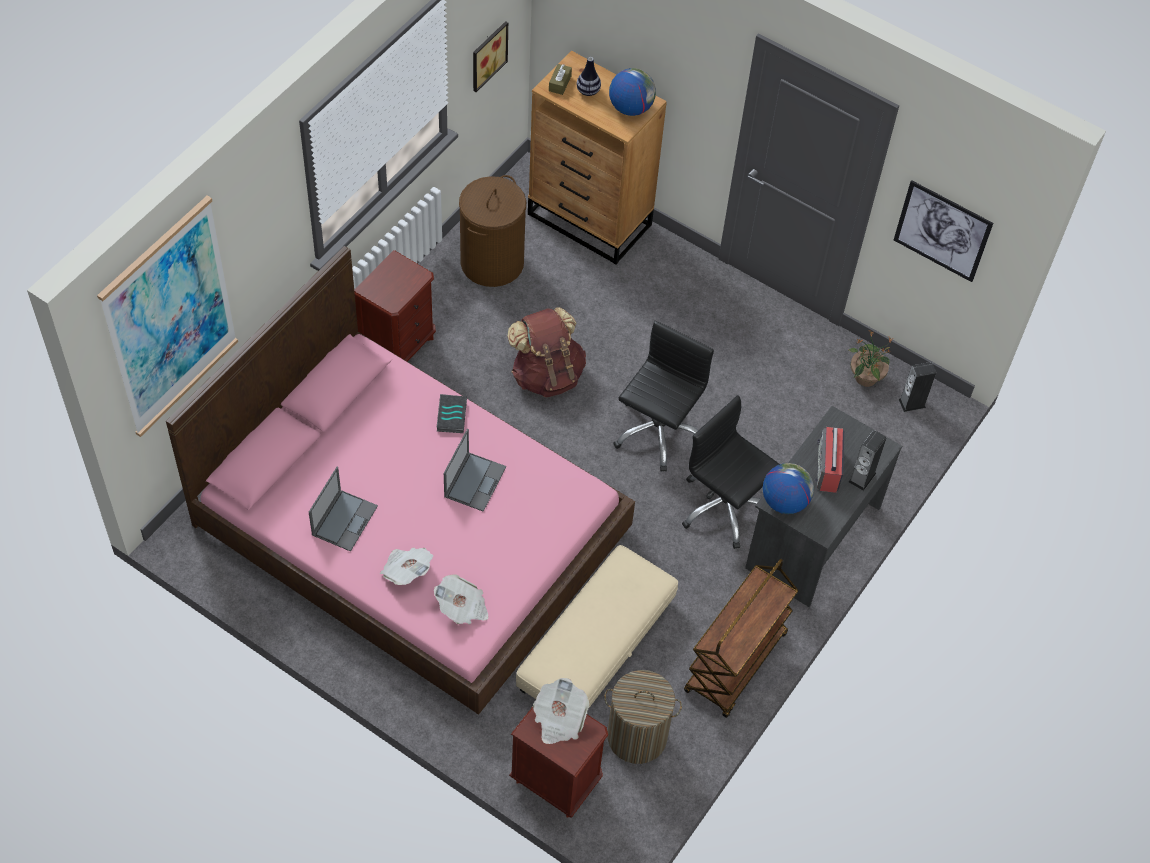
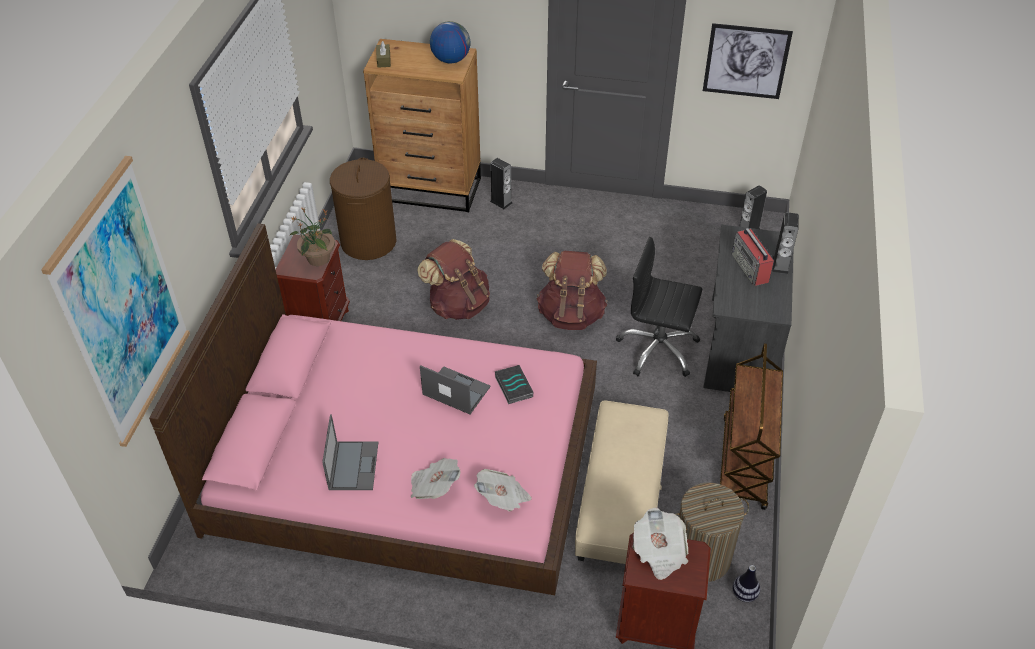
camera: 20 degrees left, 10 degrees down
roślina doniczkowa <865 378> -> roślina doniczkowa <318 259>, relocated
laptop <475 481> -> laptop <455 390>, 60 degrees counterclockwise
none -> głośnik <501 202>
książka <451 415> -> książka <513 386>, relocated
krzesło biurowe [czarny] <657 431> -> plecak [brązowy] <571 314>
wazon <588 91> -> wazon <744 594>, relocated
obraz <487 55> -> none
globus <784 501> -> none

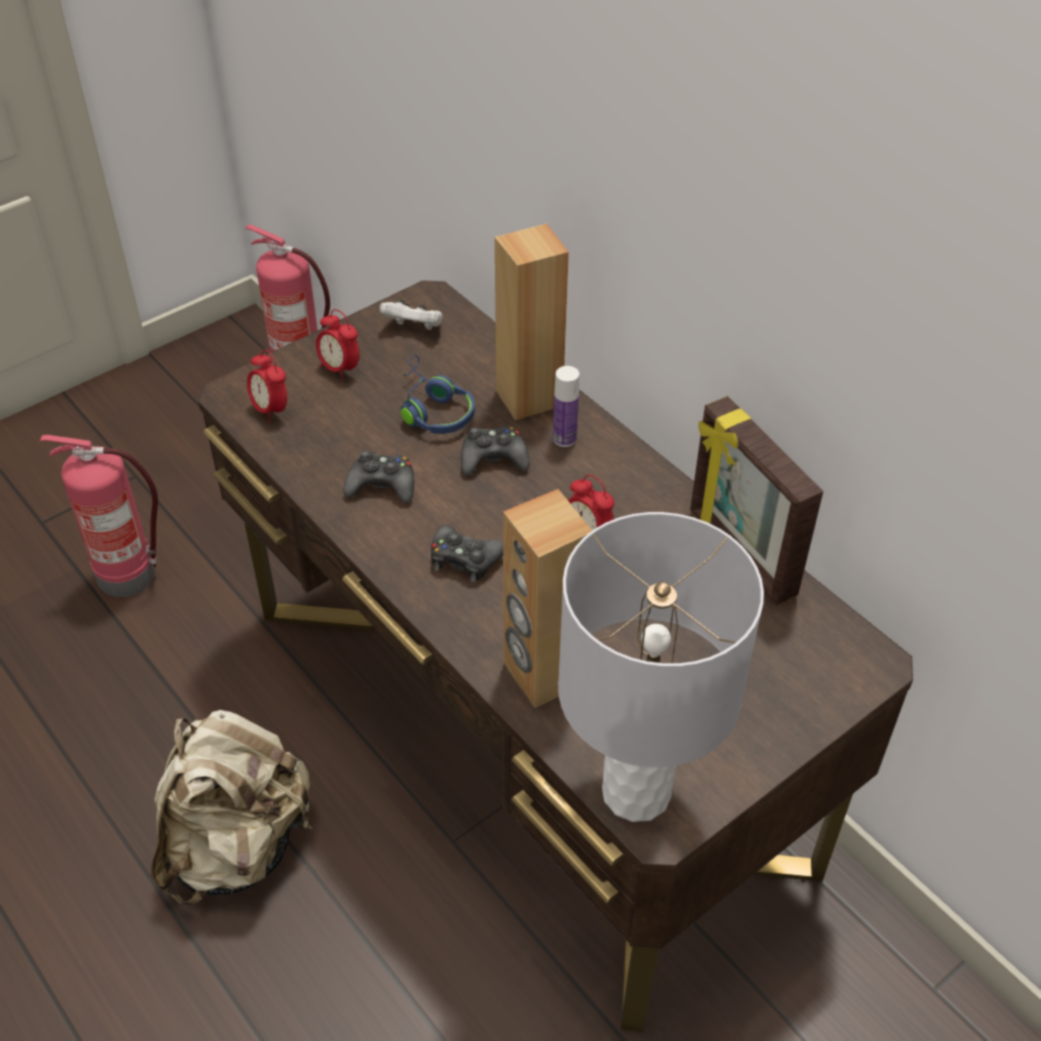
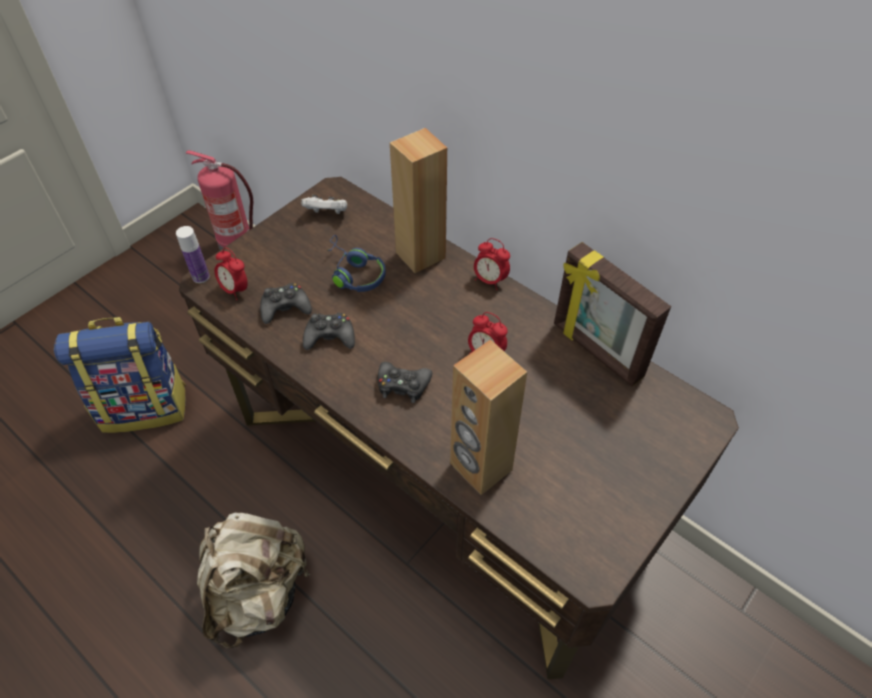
camera: 10 degrees left, 5 degrees up
gaśnica <129 574> -> plecak <145 406>
butelka <564 438> -> butelka <201 277>, relocated
pad do gier [czarny] <493 458> -> pad do gier [czarny] <285 308>, relocated
budzik <339 369> -> budzik <490 280>, relocated
lampa stołowa [szary] <637 793> -> none

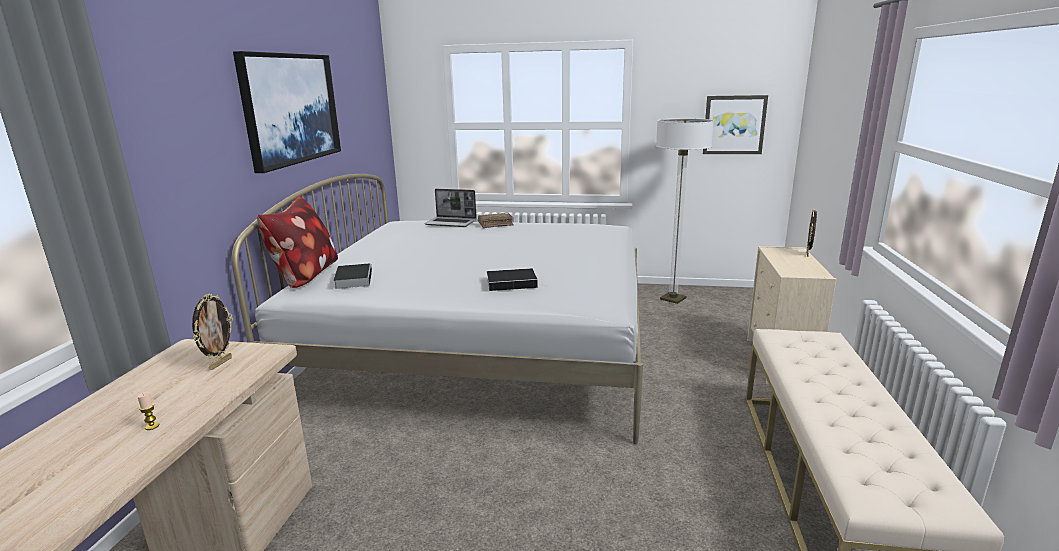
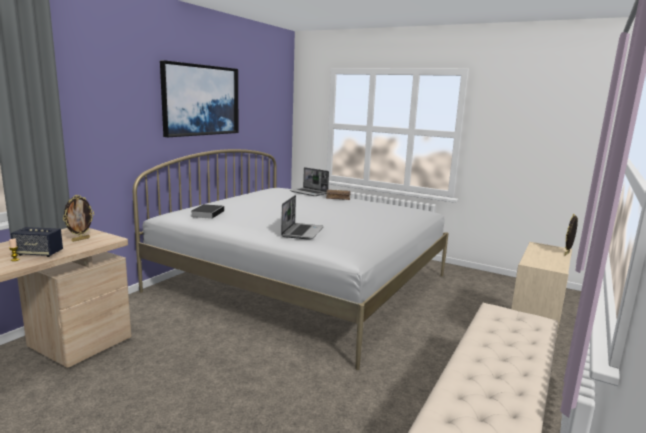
camera: 20 degrees right, 5 degrees down
none -> głośnik <39 253>
książka <513 283> -> laptop <302 232>
poduszka <304 276> -> none
lampa stojąca <673 299> -> none
obraz <734 125> -> none

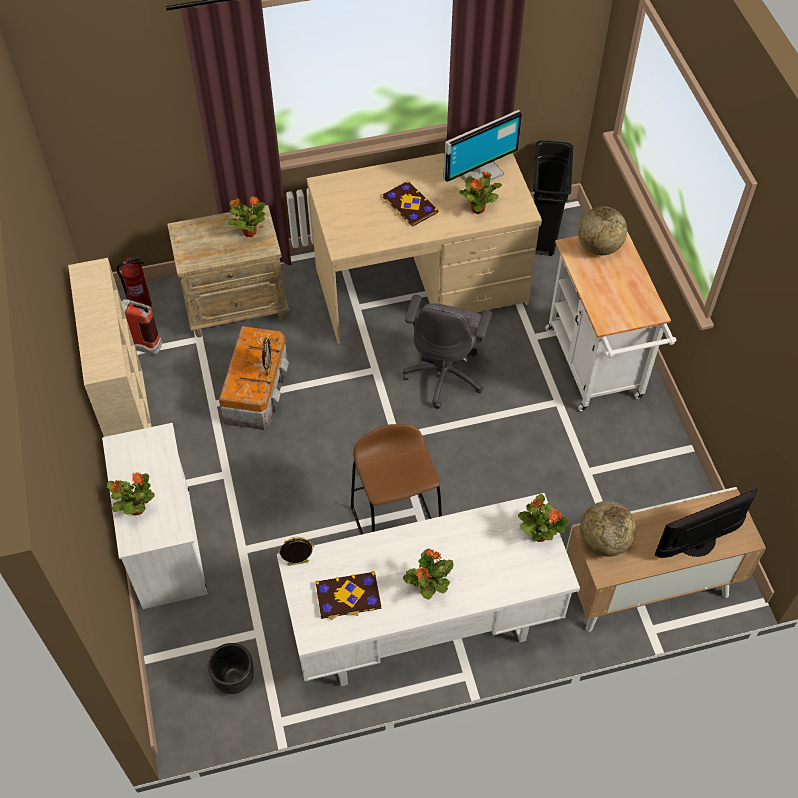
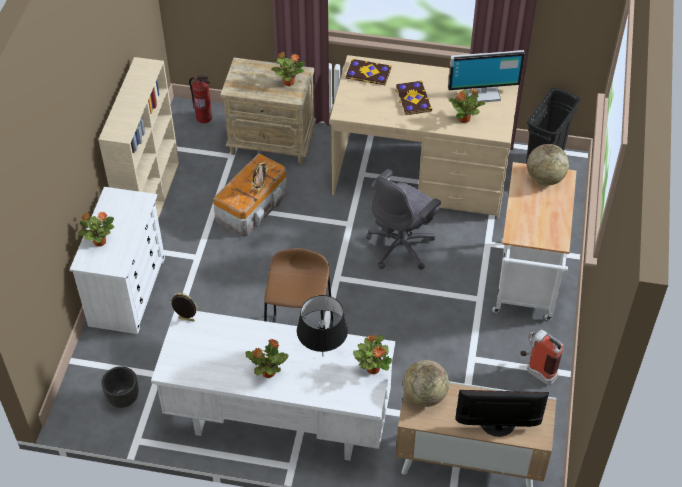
camera: 25 degrees right, 5 degrees down
none -> lampa stołowa [czarny] <323 356>
książka <348 597> -> książka <368 73>, relocated
gaśnica <140 345> -> gaśnica <536 371>, relocated

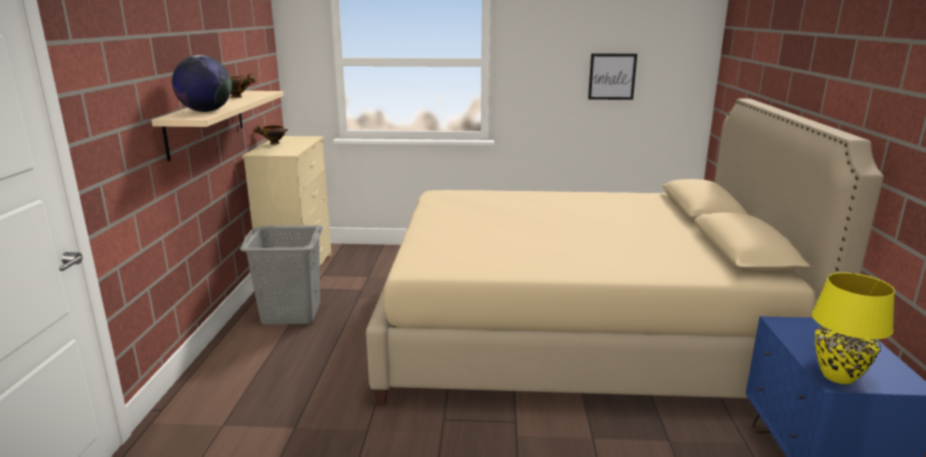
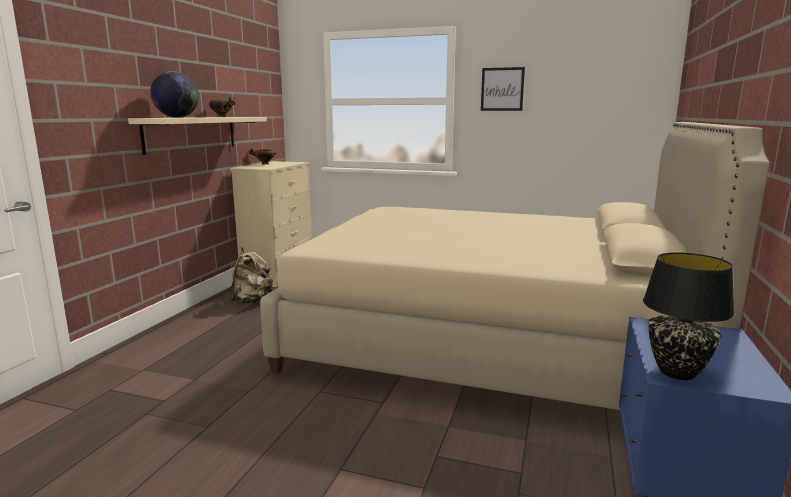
camera: 15 degrees right, 5 degrees down
kosz na pranie [szary] <291 313> -> plecak [beżowy] <251 301>
obraz <612 76> -> obraz <502 89>, relocated
lampa stołowa [żółty] <839 377> -> lampa stołowa [czarny] <678 373>

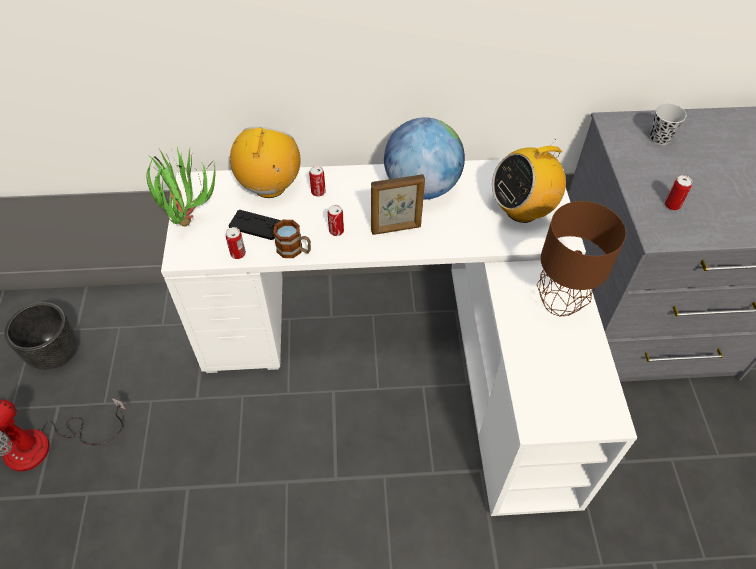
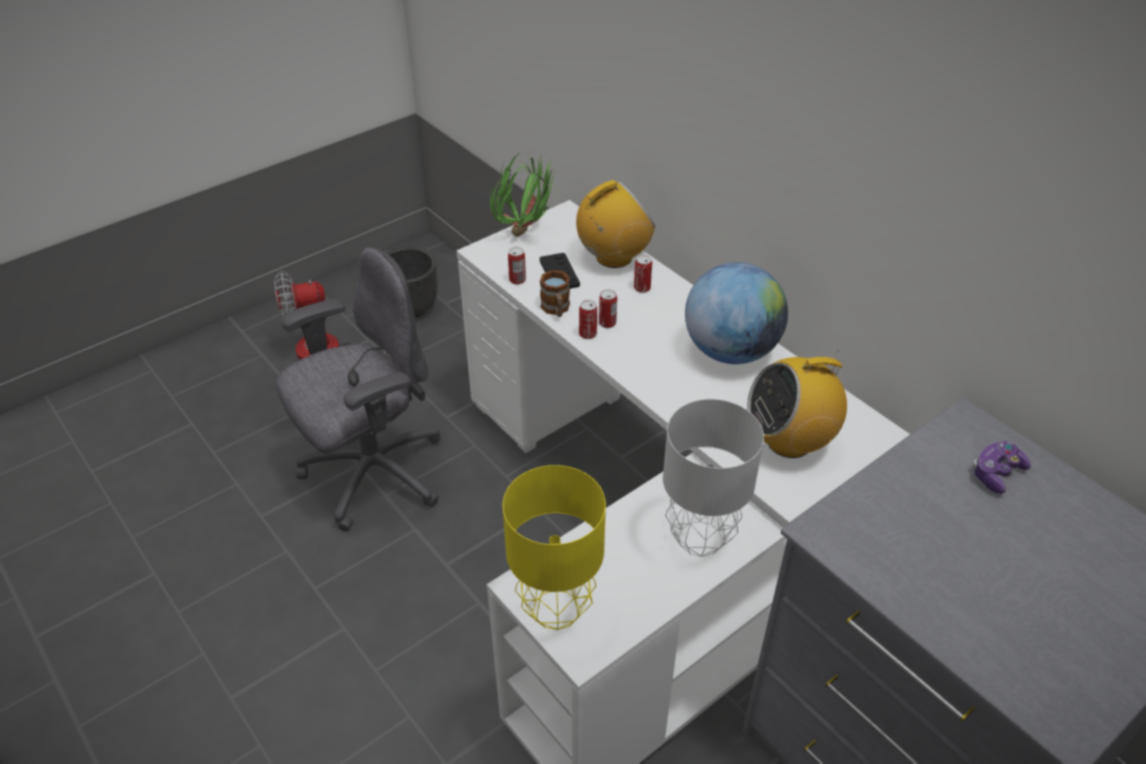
camera: 55 degrees right, 10 degrees down
none -> krzesło biurowe [szary] <372 474>
none -> lampa stołowa [żółty] <557 610>
puszka <672 205> -> puszka <587 334>, relocated
lampa stołowa [brązowy] <558 303> -> lampa stołowa [szary] <699 537>
radio <522 210> -> radio <789 441>, 45 degrees counterclockwise
filiżanka [czarny] <659 138> -> pad do gier <996 473>
ramka na zdjęcie <396 229> -> none

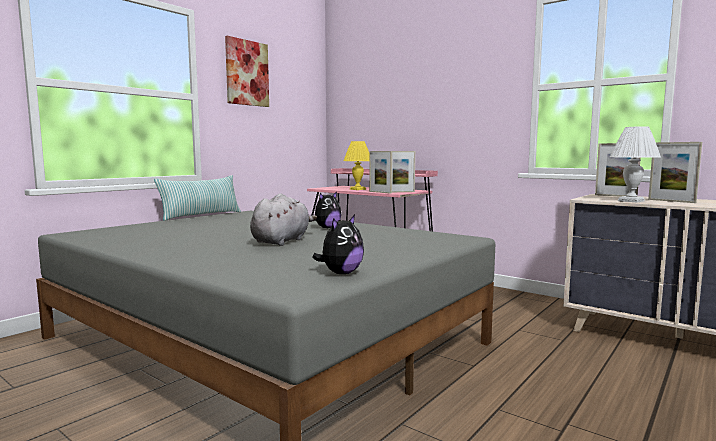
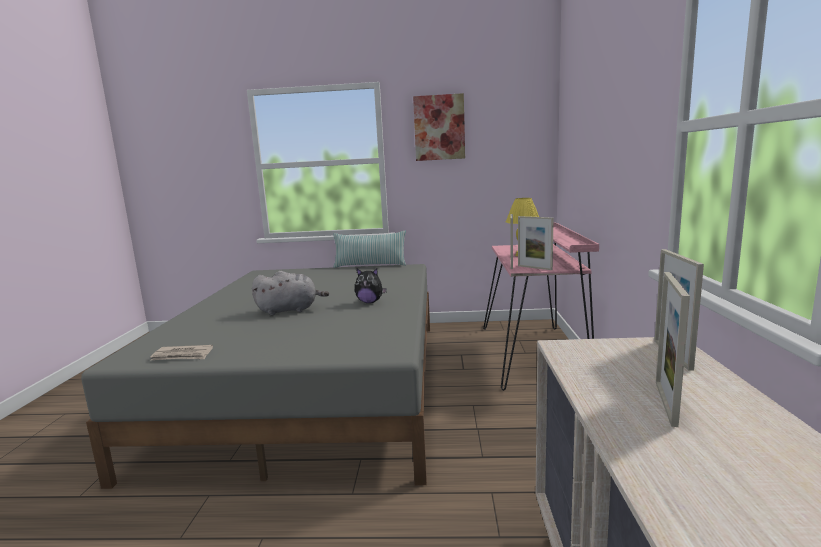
camera: 55 degrees right, 5 degrees up
pluszak <341 273> -> gazeta <183 355>
lampa stołowa [biały] <631 201> -> none

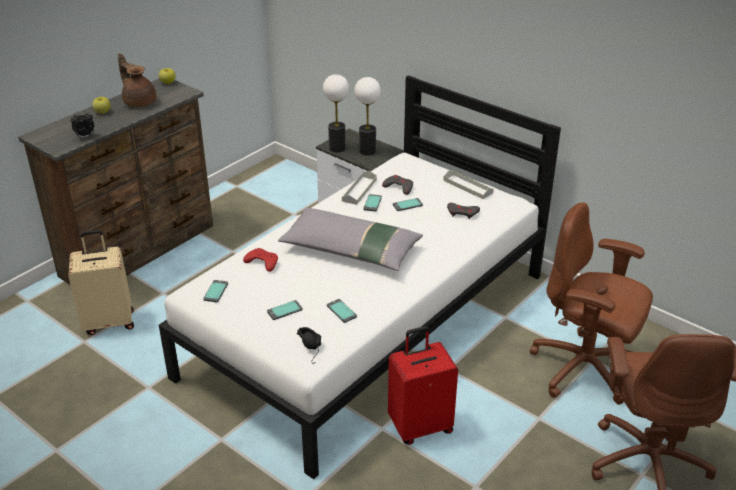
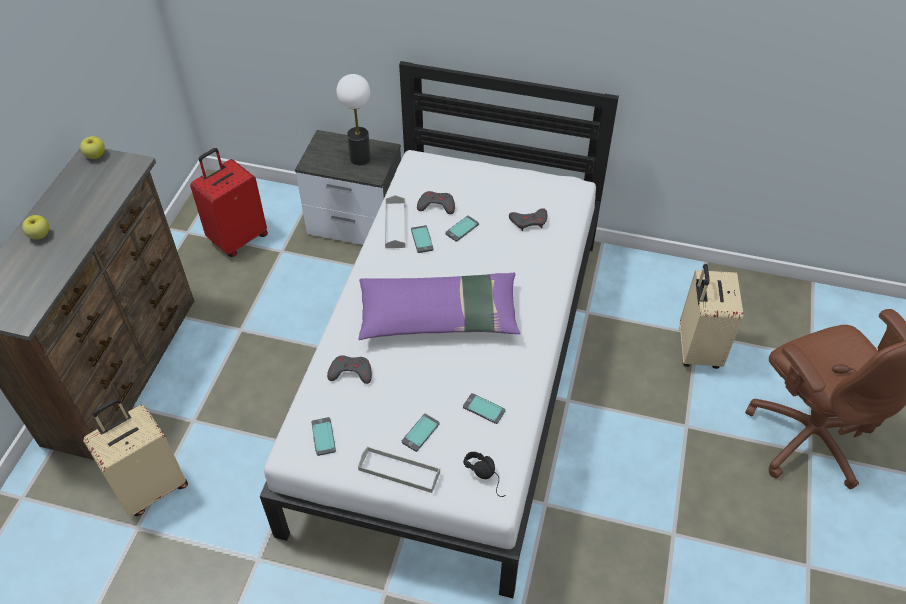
camera: 25 degrees left, 15 degrees up
walizka [czerwony] <420 426> -> walizka [czerwony] <238 238>, relocated
pad do gier [czerwony] <262 262> -> pad do gier [szary] <350 372>
poduszka [szary] <350 250> -> poduszka [fioletowy] <439 316>
taca [szary] <467 186> -> taca [szary] <399 471>, relocated
krzesło biurowe [brązowy] <585 370> -> walizka [beżowy] <696 349>
budzik <85 137> -> none
imbryk [brązowy] <139 102> -> none
lampa stołowa <337 148> -> none

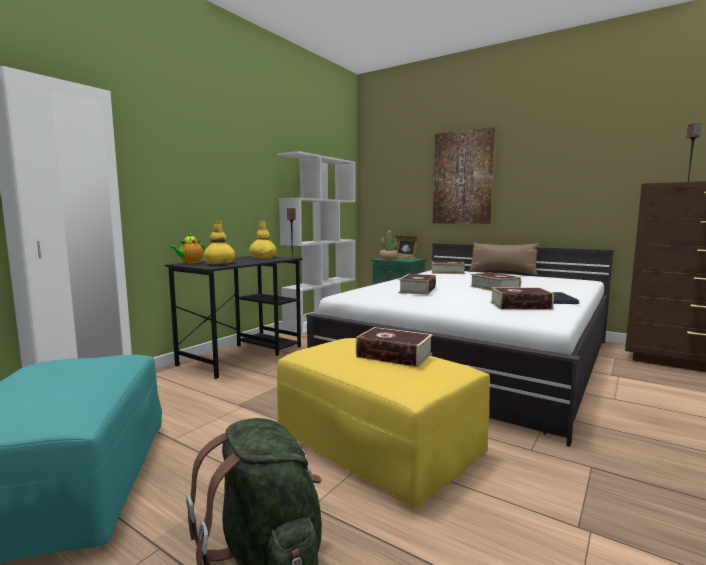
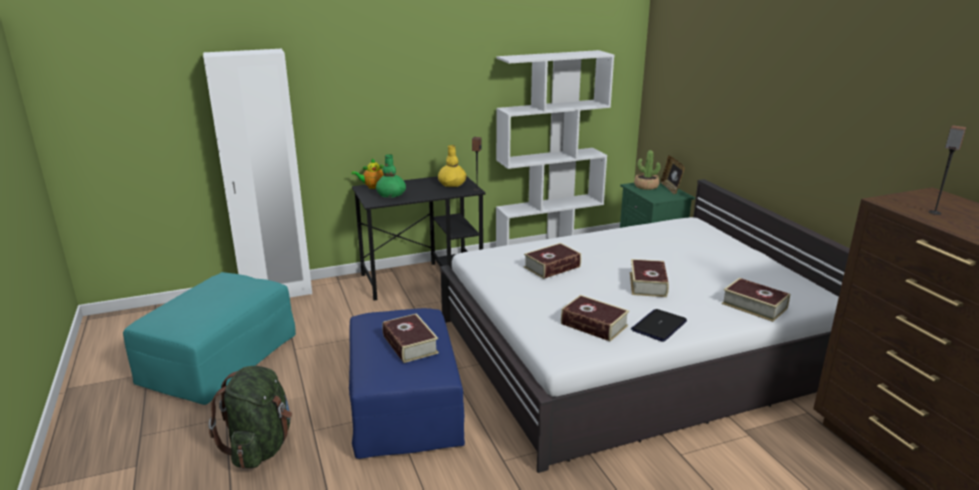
camera: 35 degrees right, 15 degrees up
pufa [żółty] <377 444> -> pufa [niebieski] <404 406>
wazon [żółty] <219 263> -> wazon [zielony] <391 194>
książka <447 272> -> książka <754 306>, relocated
obraz <462 178> -> none
poduszka [brązowy] <502 273> -> none

